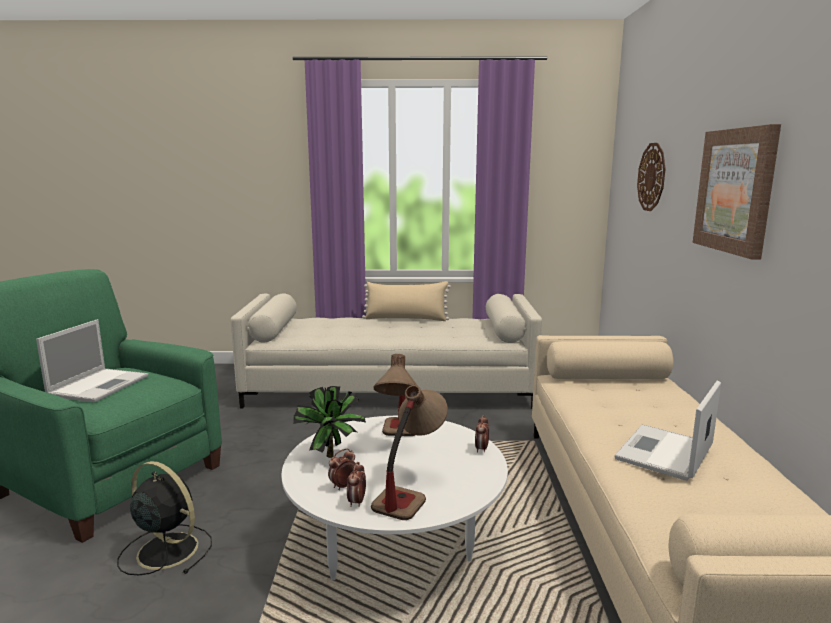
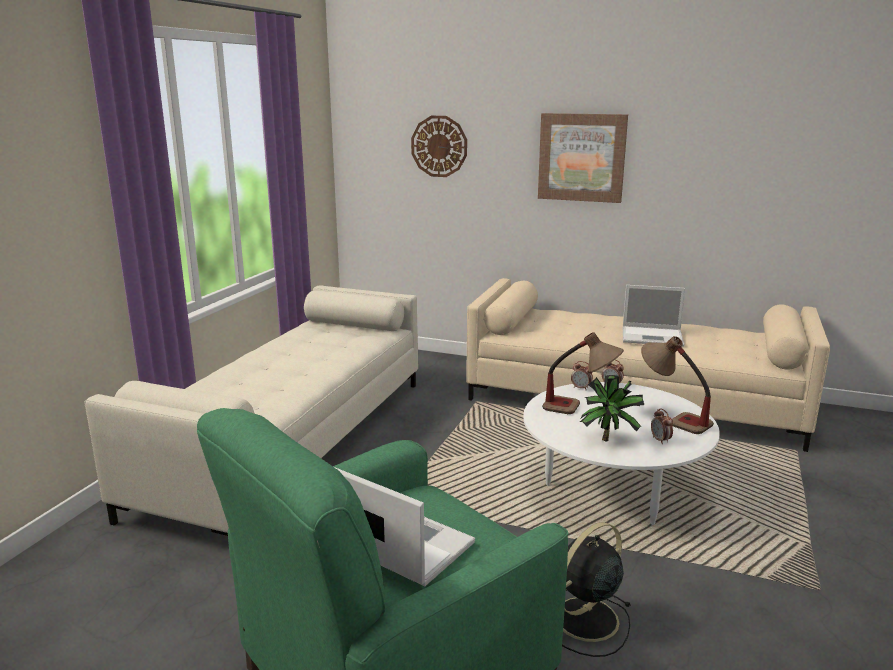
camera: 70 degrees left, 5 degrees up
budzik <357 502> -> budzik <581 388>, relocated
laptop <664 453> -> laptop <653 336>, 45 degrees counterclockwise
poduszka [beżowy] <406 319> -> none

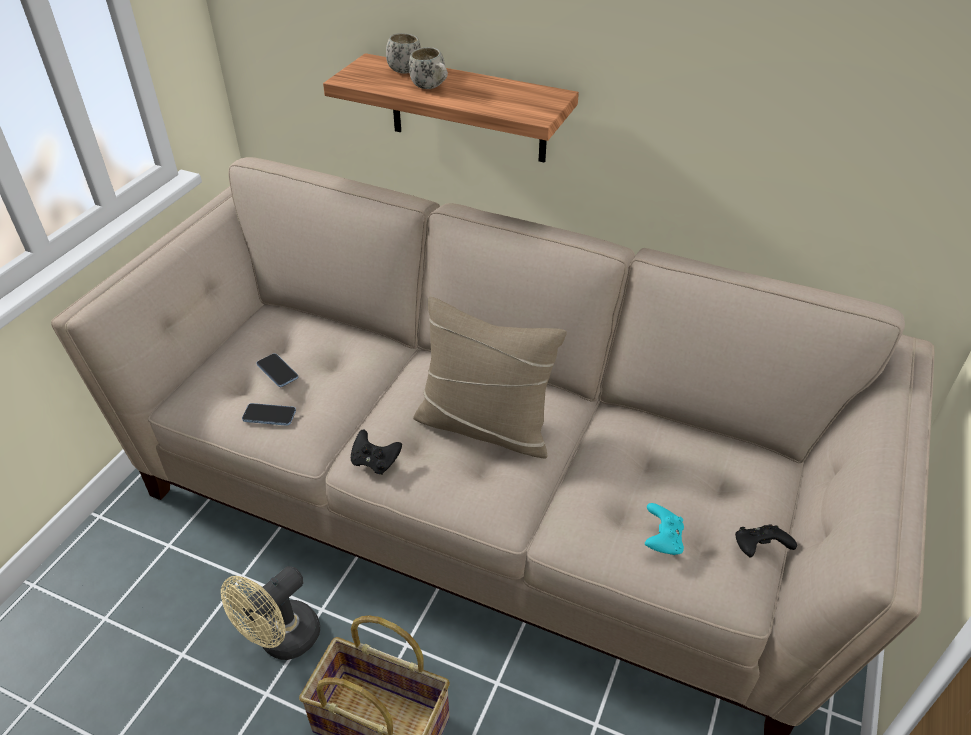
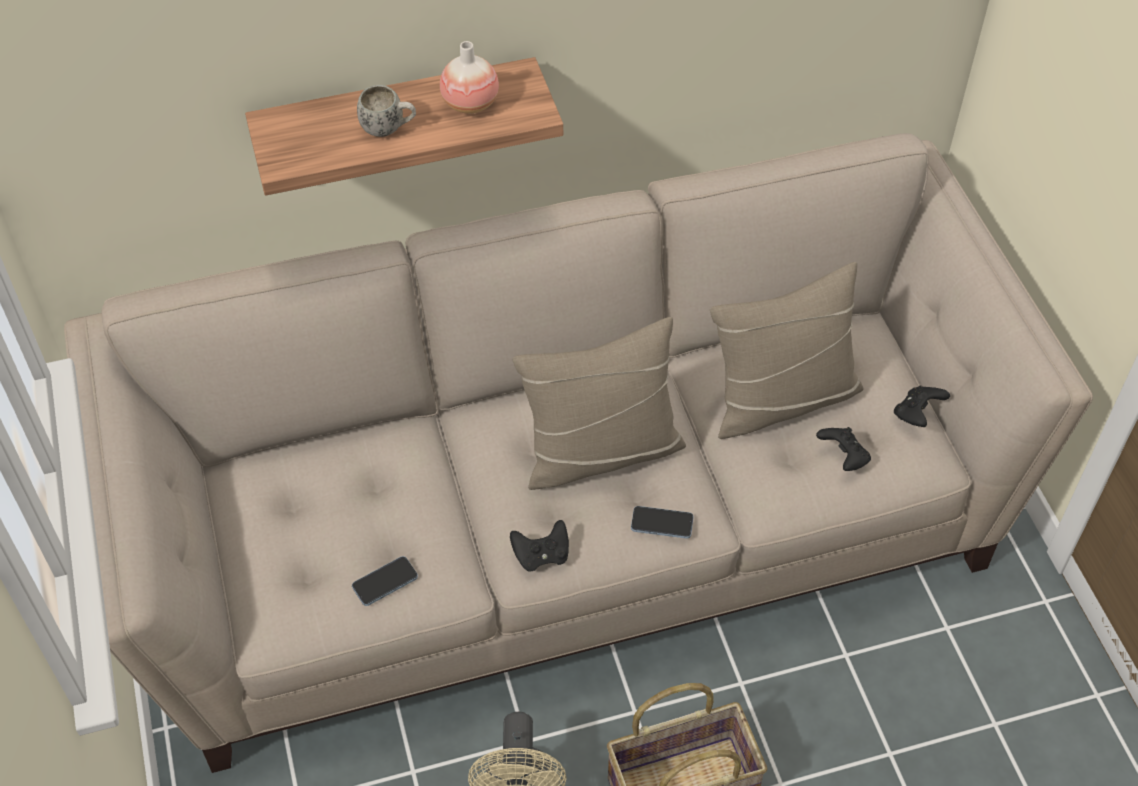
camera: 40 degrees left, 10 degrees up
none -> wazon <470 104>
telefon <277 371> -> telefon <662 523>, relocated
none -> poduszka [beżowy] <782 399>
pad do gier [turkusowy] <662 540> -> pad do gier [czarny] <843 457>
kubek [biały] <405 68> -> none

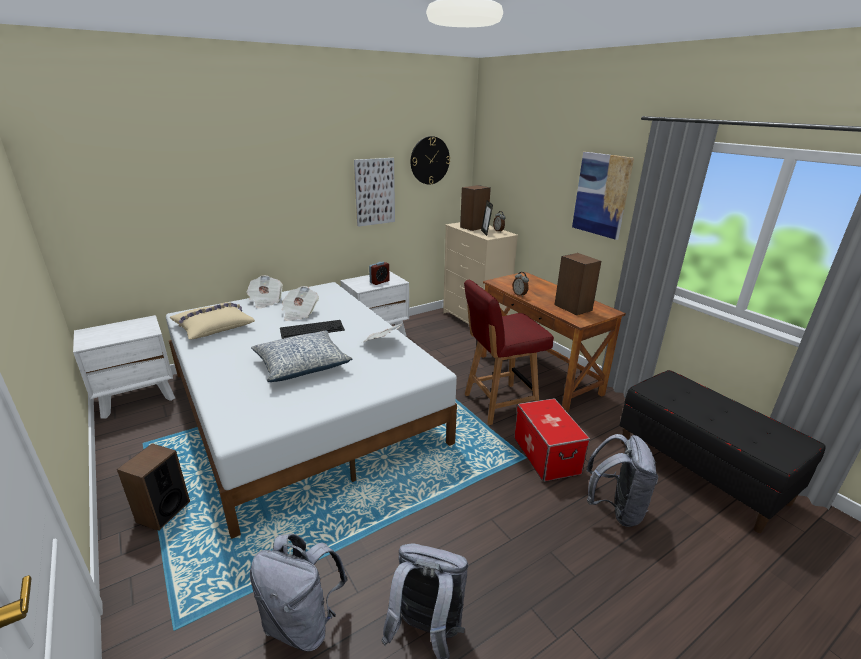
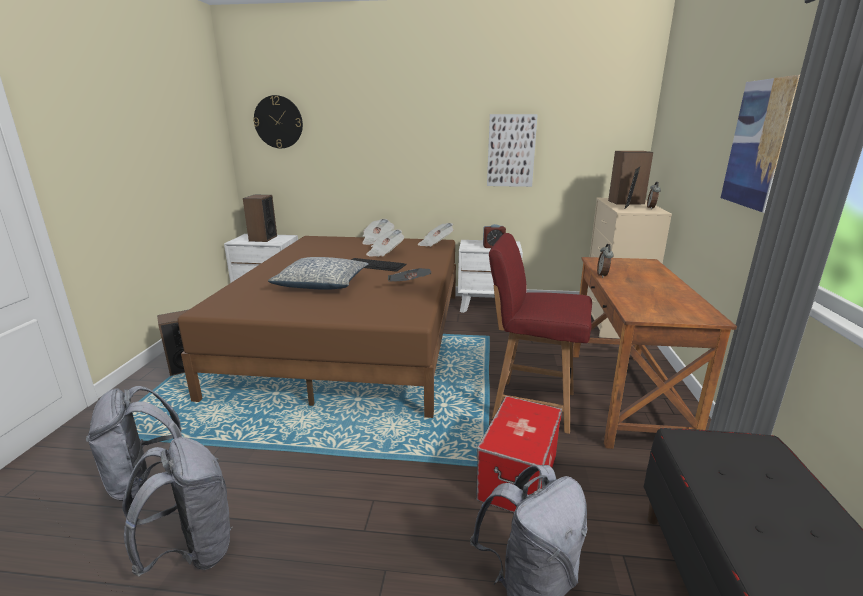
camera: 40 degrees right, 5 degrees down
łóżko [biały] <302 406> -> łóżko [brązowy] <354 338>
głośnik <573 307> -> głośnik <263 238>, relocated
zegar ścienny <429 160> -> zegar ścienny <278 122>, relocated
none -> gazeta <435 244>
poduszka [beżowy] <213 326> -> none

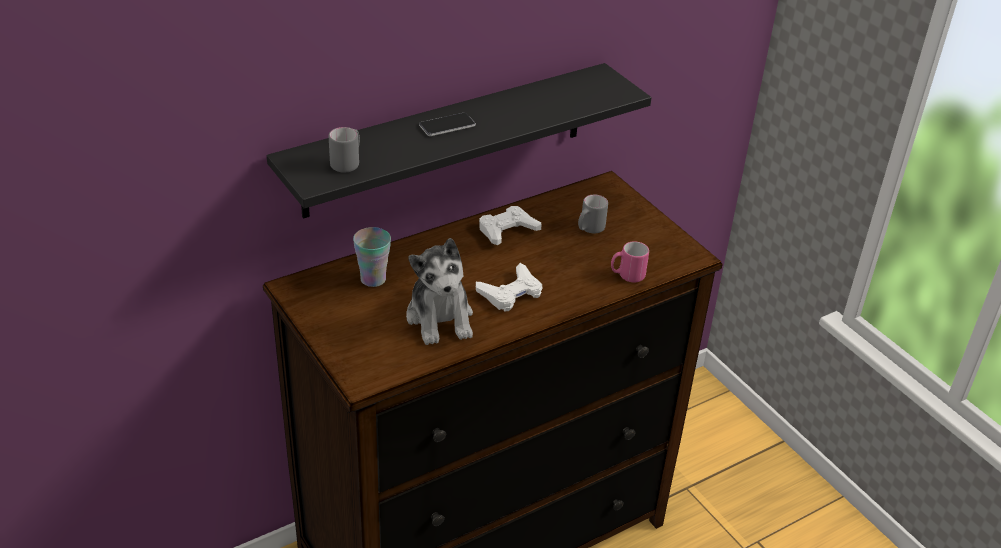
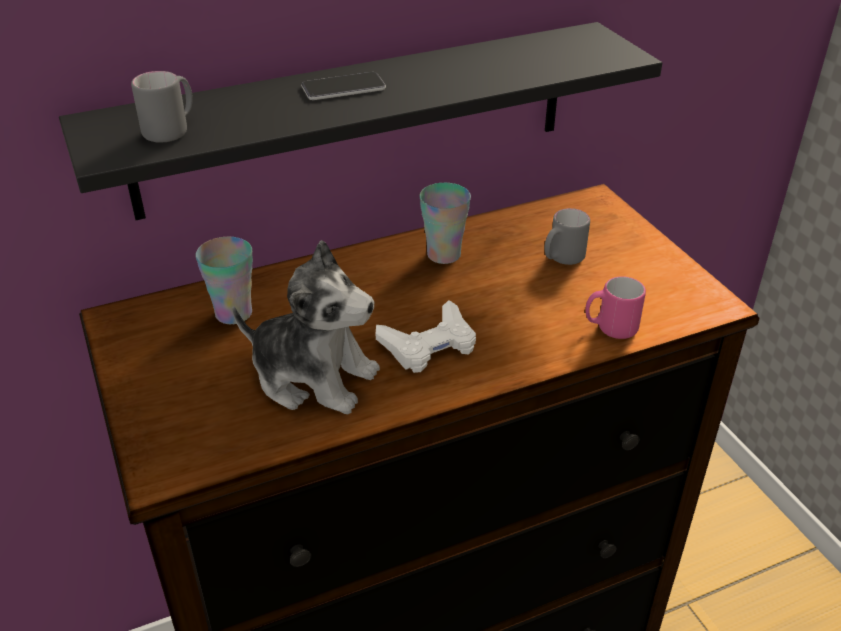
camera: 10 degrees right, 0 degrees up
pluszak <440 318> -> pluszak <313 377>, 60 degrees counterclockwise
pad do gier [biały] <507 230> -> filiżanka <444 254>

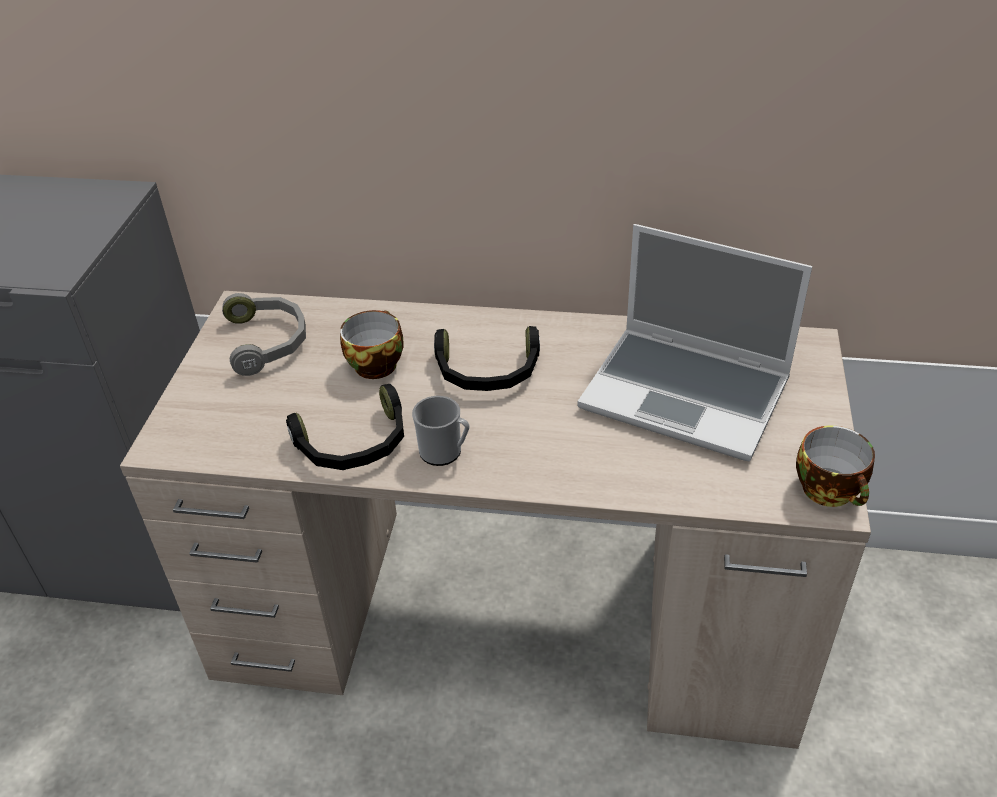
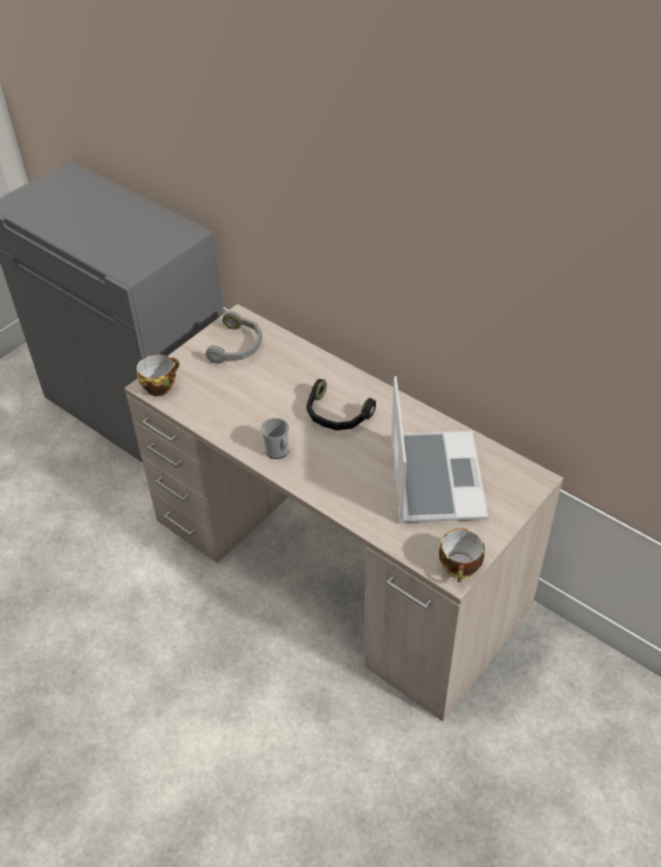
camera: 30 degrees right, 5 degrees up
filiżanka <375 363> -> filiżanka <160 385>, relocated
laptop <688 394> -> laptop <434 477>, 150 degrees counterclockwise
słuchawki [czarny] <354 445> -> none

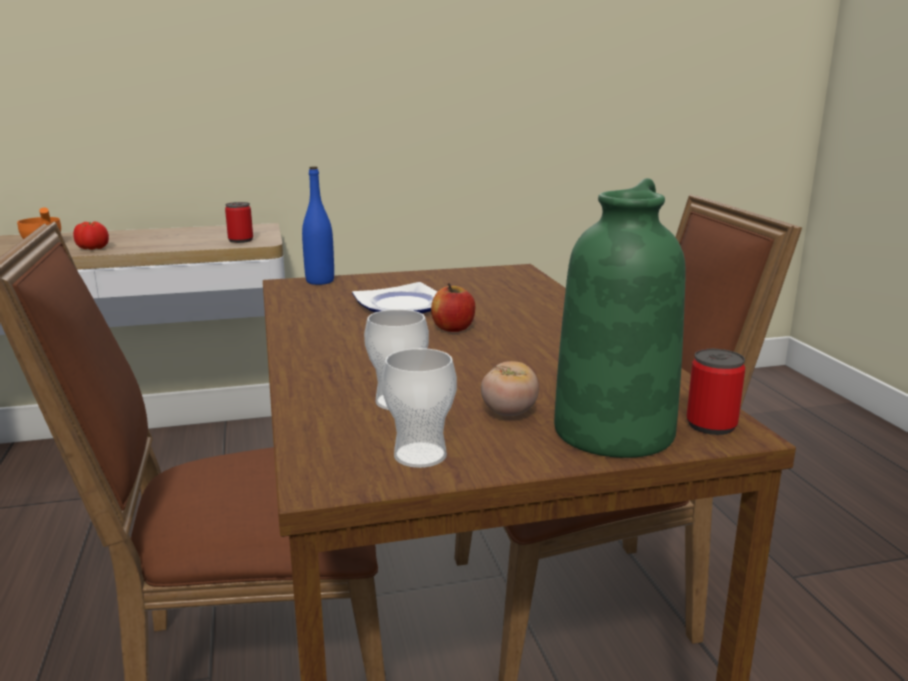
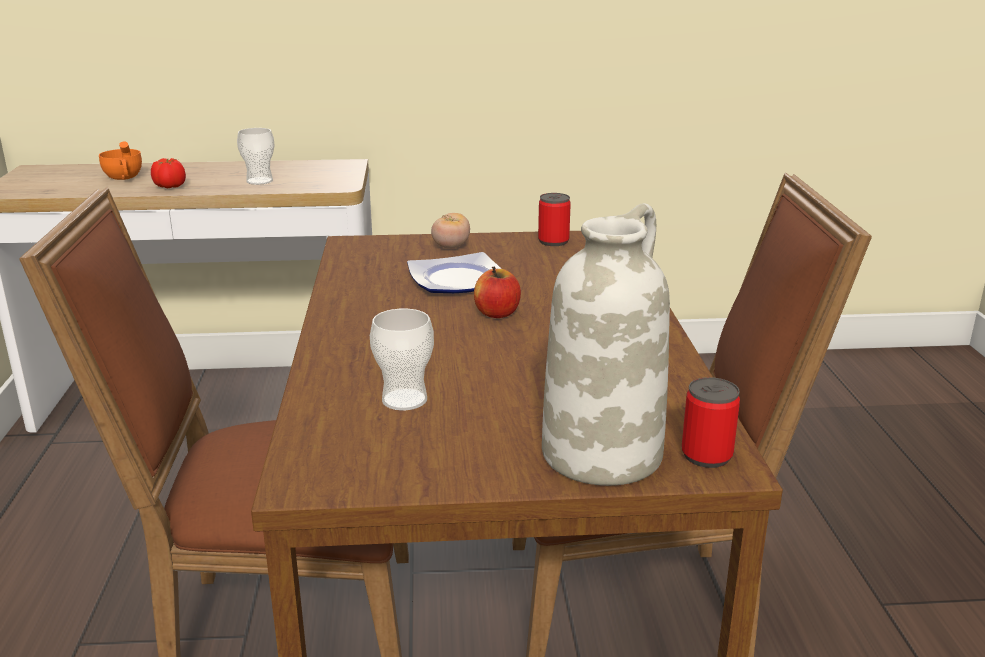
camera: 10 degrees right, 5 degrees up
filiżanka <420 455> -> filiżanka <259 181>, relocated
pomidor <509 413> -> pomidor <451 247>, relocated
puszka <240 240> -> puszka <553 241>, relocated
wazon [zielony] <613 430> -> wazon [biały] <601 452>
butelka [niebieski] <320 281> -> none

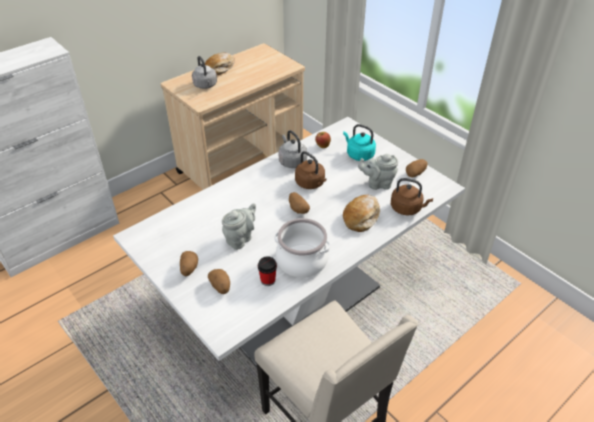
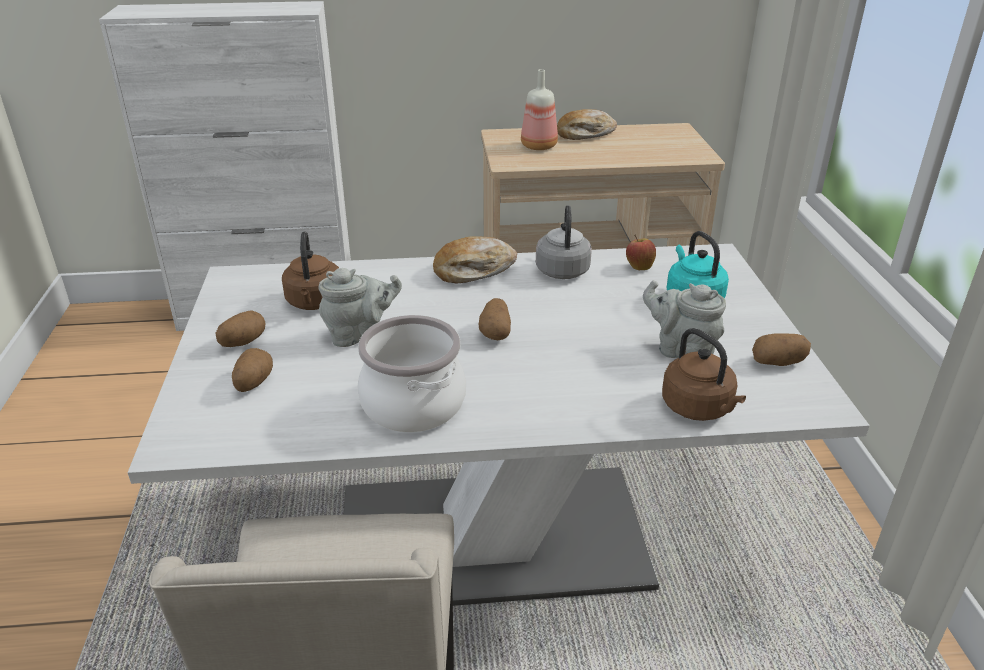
camera: 35 degrees right, 10 degrees down
czajnik [brązowy] <311 183> -> czajnik [brązowy] <314 303>, relocated
chleb <361 217> -> chleb <473 270>, relocated
czajnik [szary] <205 85> -> butelka <539 147>
filiżanka <268 280> -> none

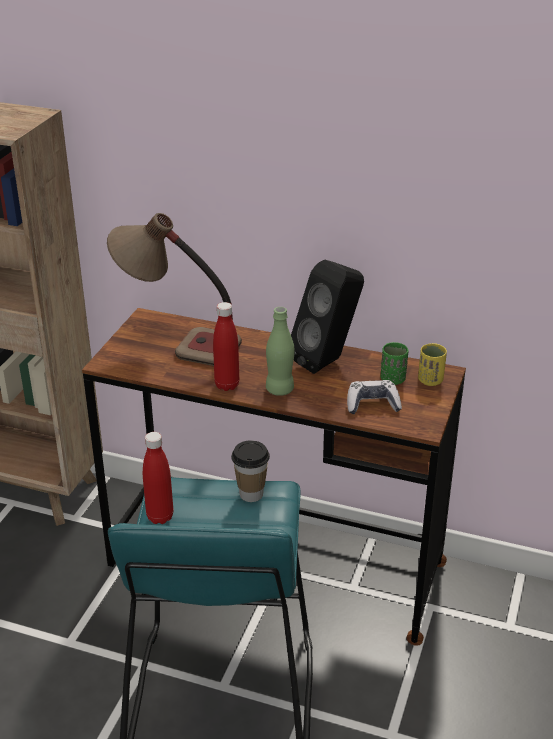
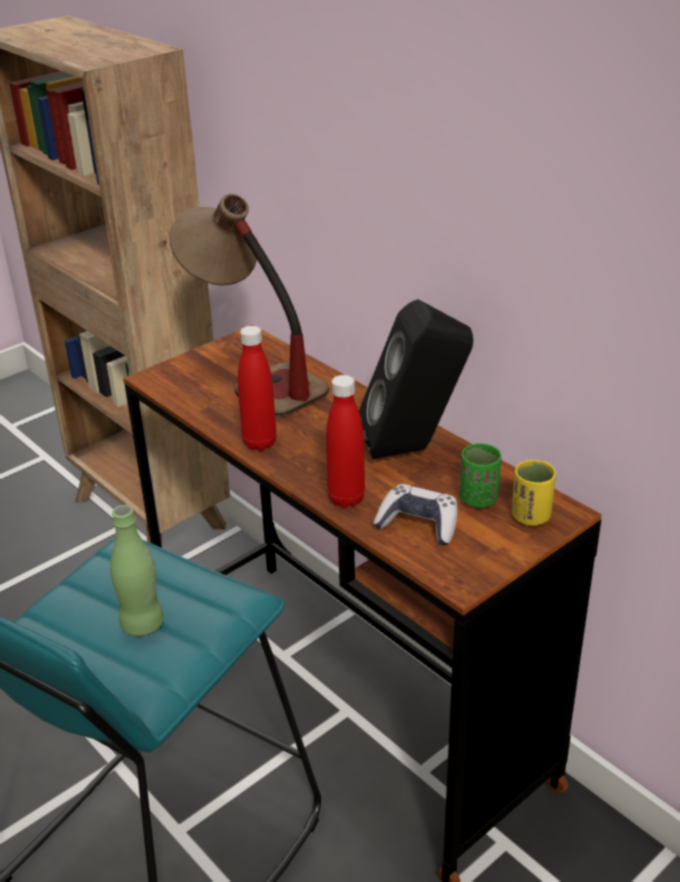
camera: 30 degrees right, 0 degrees up
butelka [zielony] <280 389> -> butelka [zielony] <142 624>, relocated
butelka [czerwony] <160 517> -> butelka [czerwony] <346 498>, relocated
filiżanka <251 494> -> none

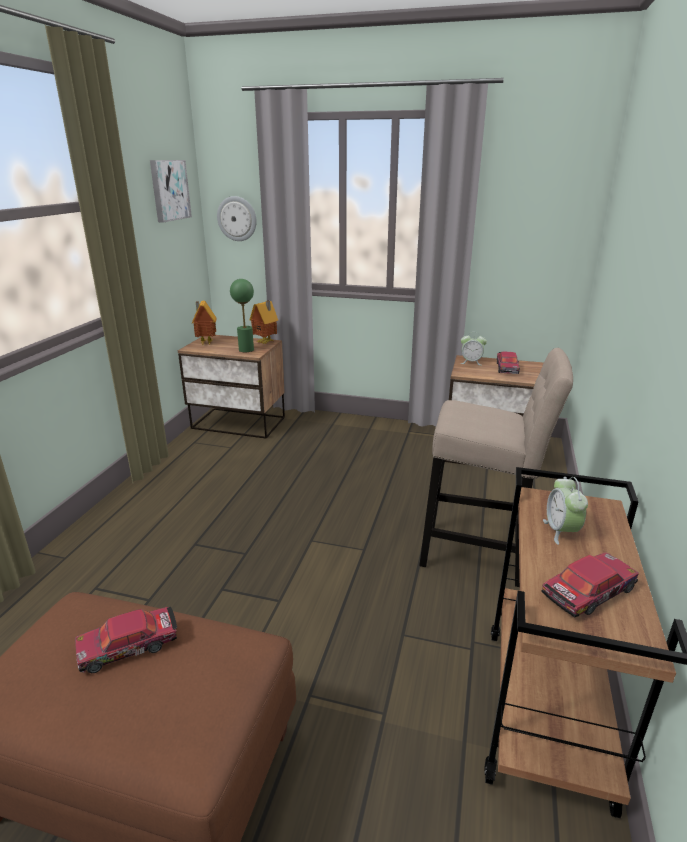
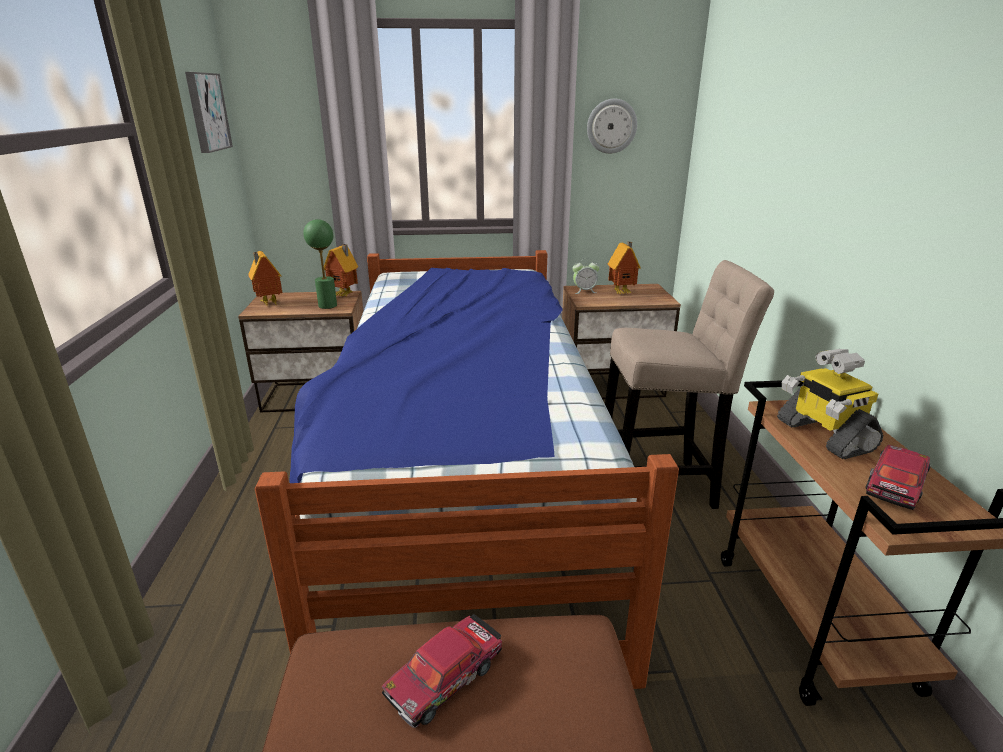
camera: 20 degrees left, 0 degrees up
none -> łóżko <464 481>
zegar ścienny <237 218> -> zegar ścienny <611 126>, relocated
samochodzik <507 367> -> domek <622 292>
budzik <561 531> -> robot zabawkowy <823 435>

